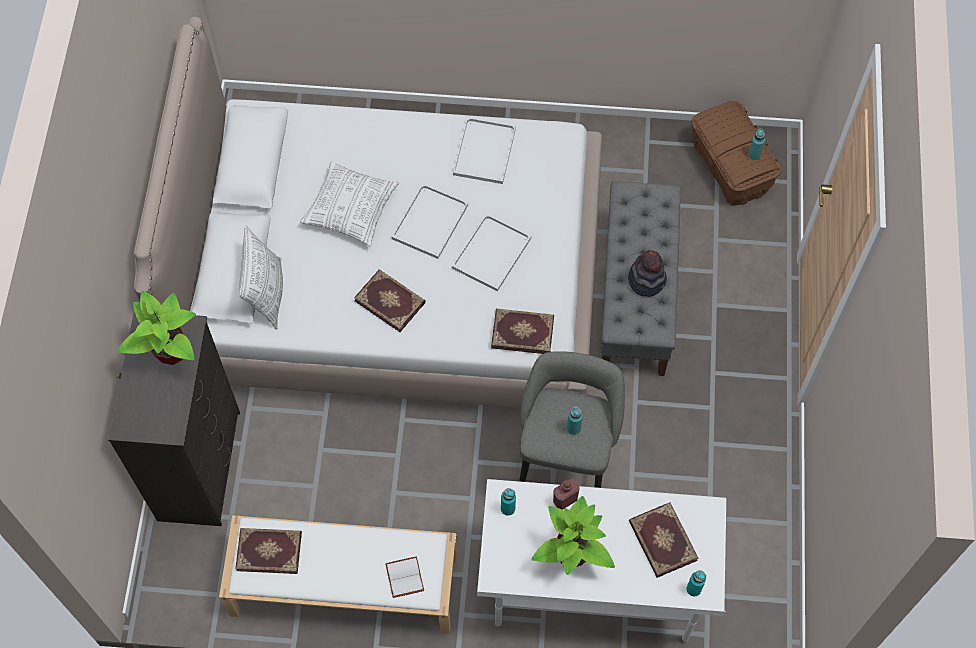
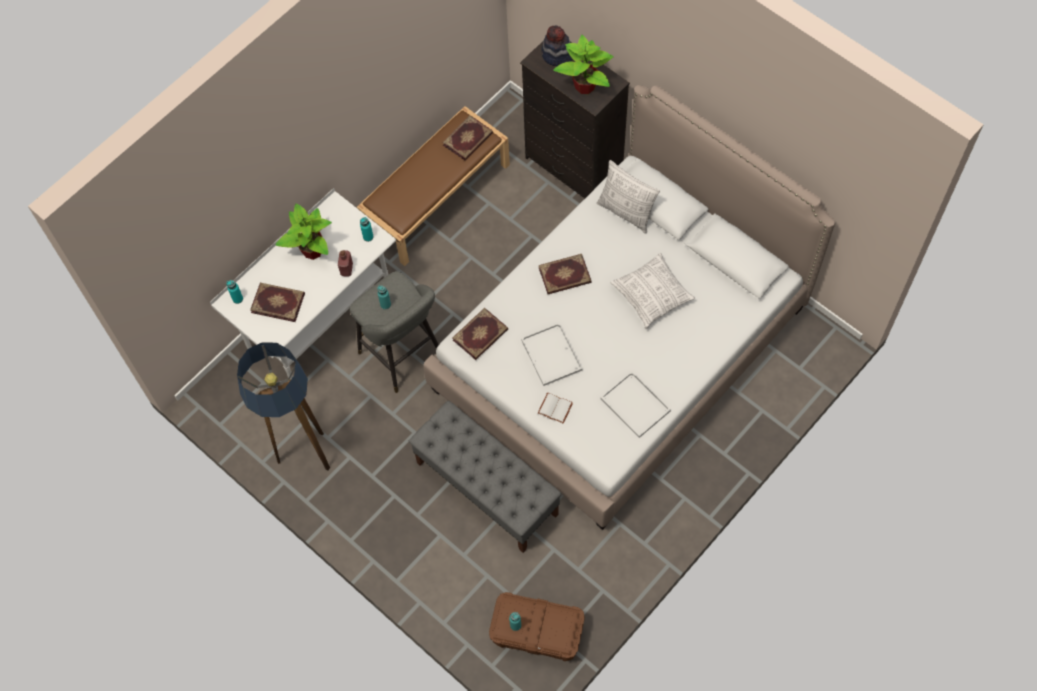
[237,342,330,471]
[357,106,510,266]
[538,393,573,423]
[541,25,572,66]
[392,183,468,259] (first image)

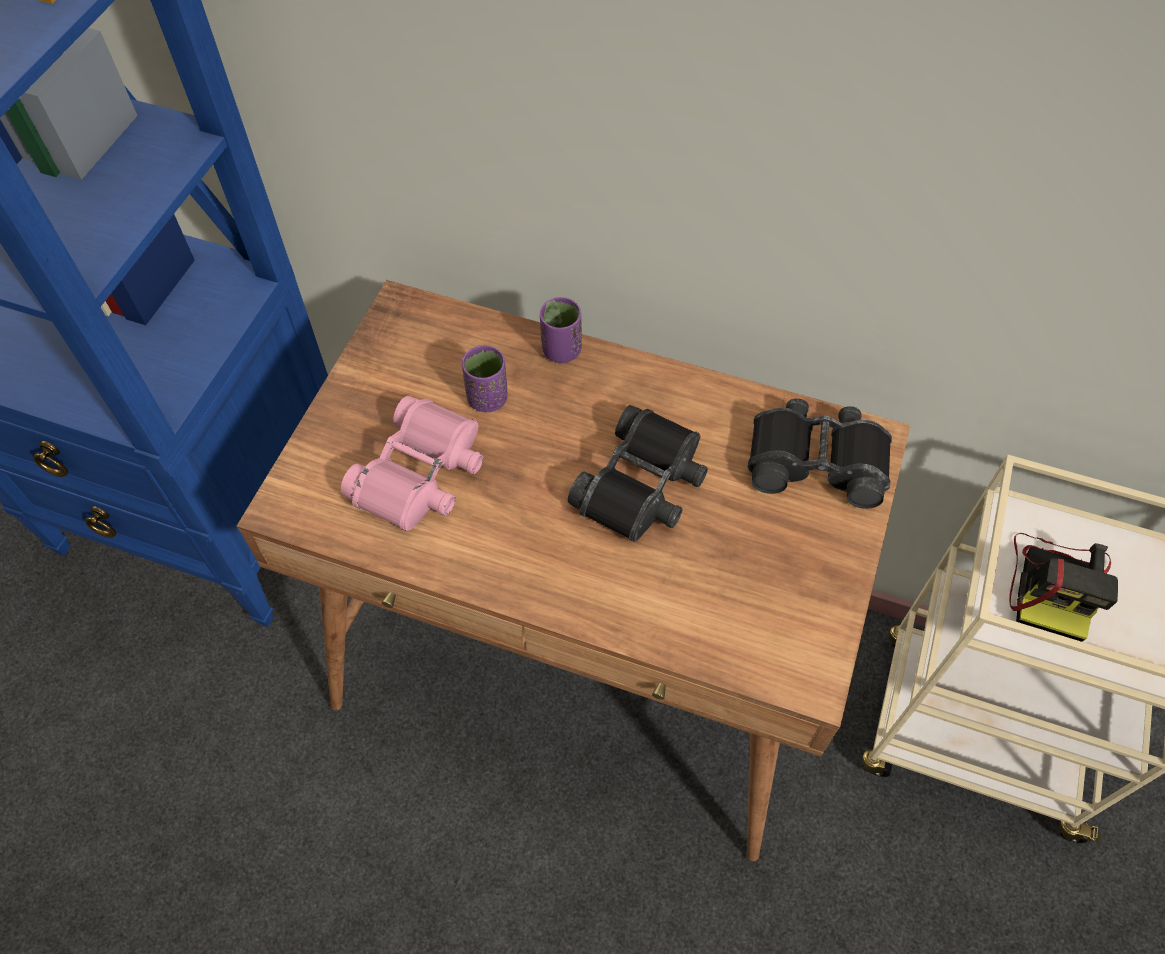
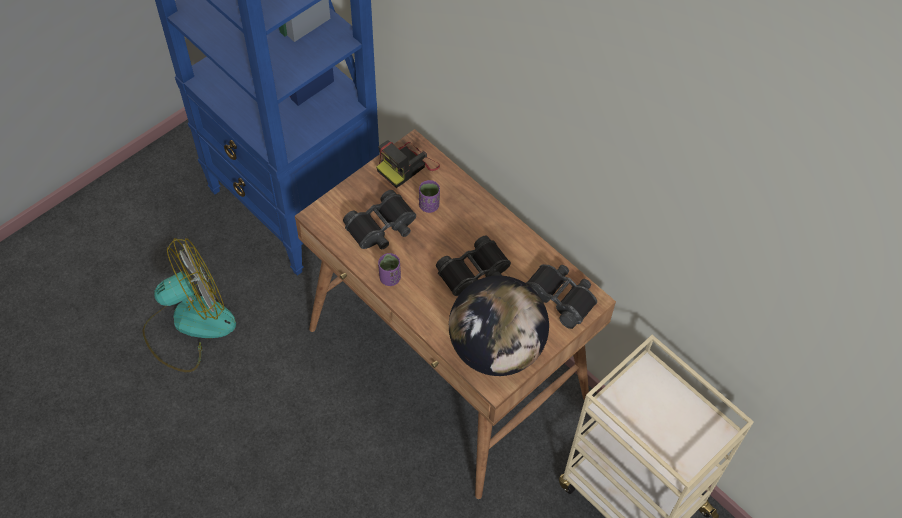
[142,238,236,372]
[343,190,416,249]
[376,141,440,188]
[378,253,401,286]
[449,275,549,376]

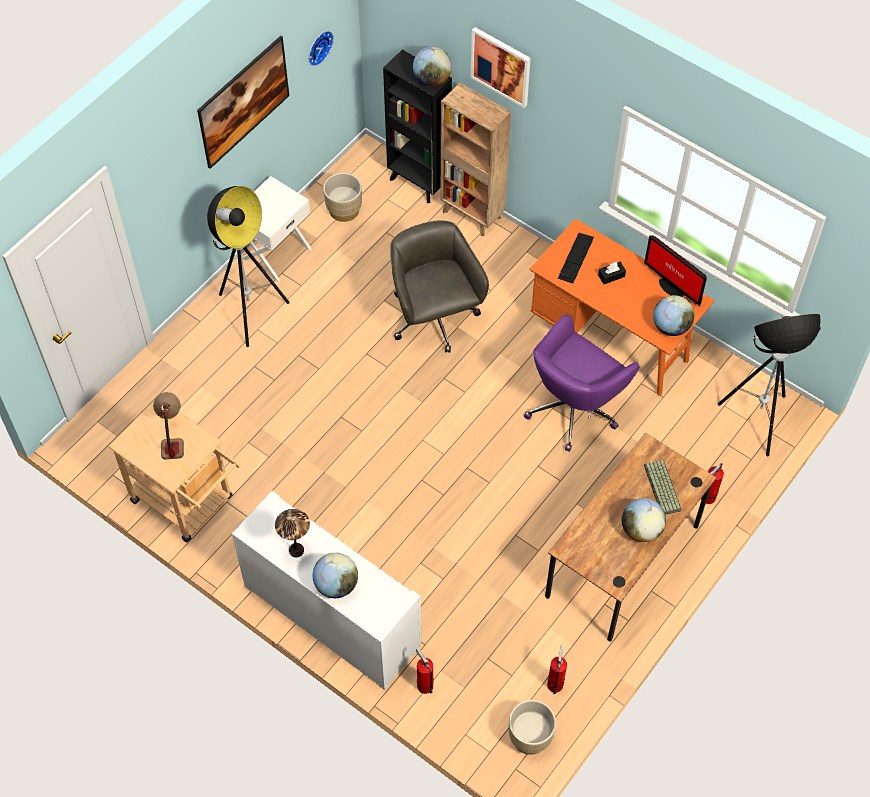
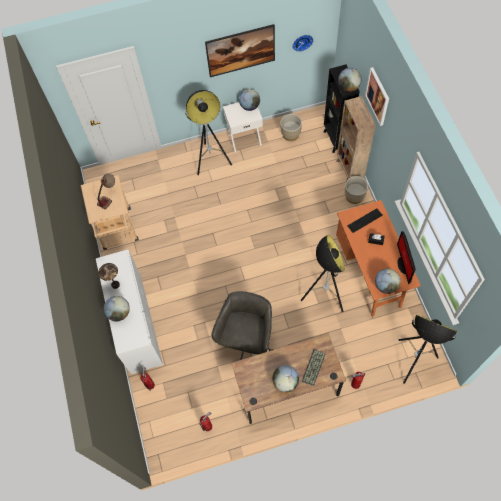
[211,291,272,360]
[239,89,260,111]
[301,235,344,312]
[345,176,368,204]

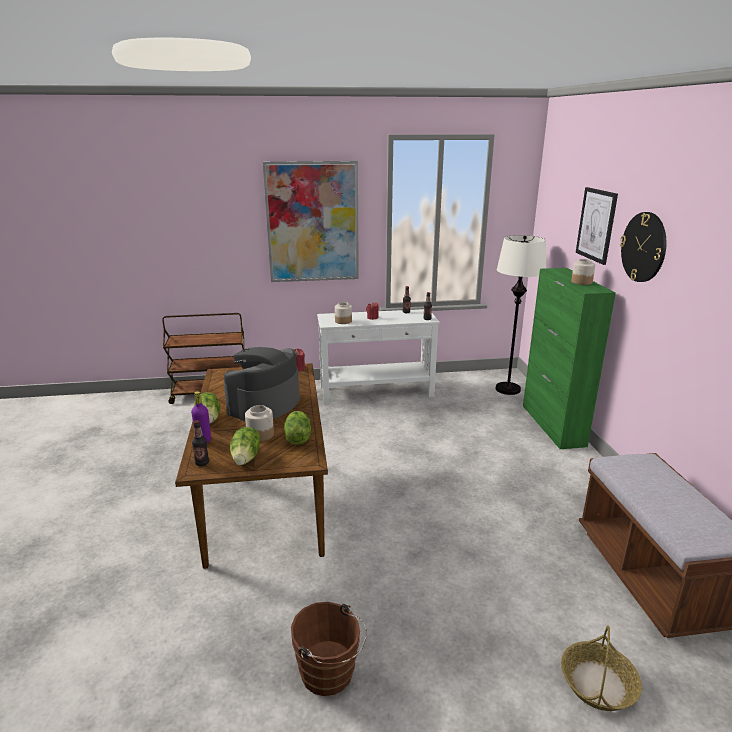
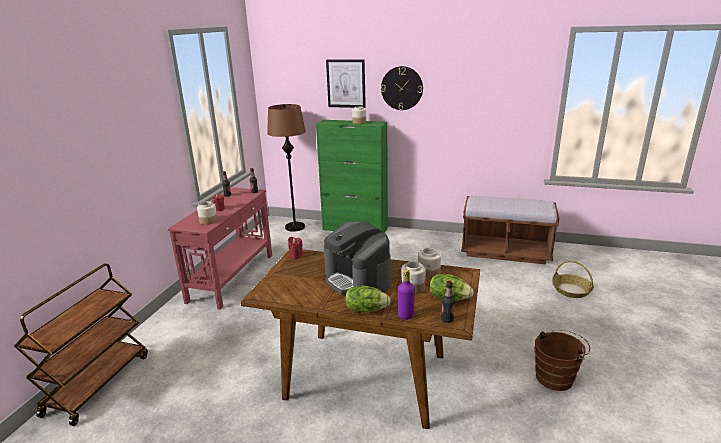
[168,188,272,309]
[267,104,306,232]
[418,248,441,279]
[263,161,359,282] (first image)

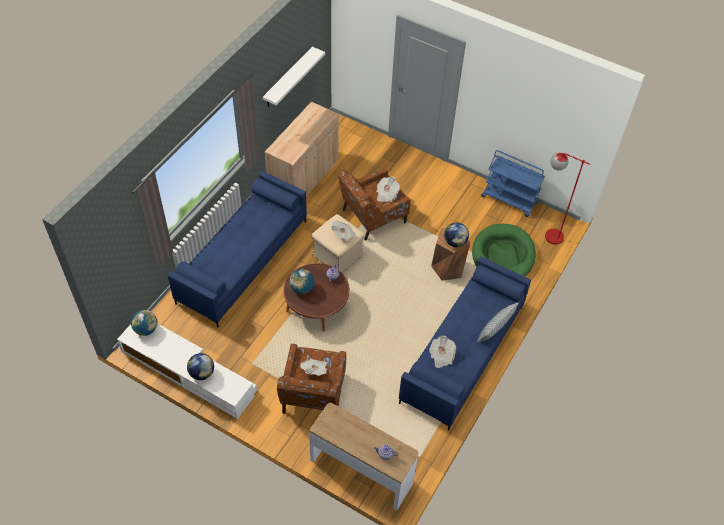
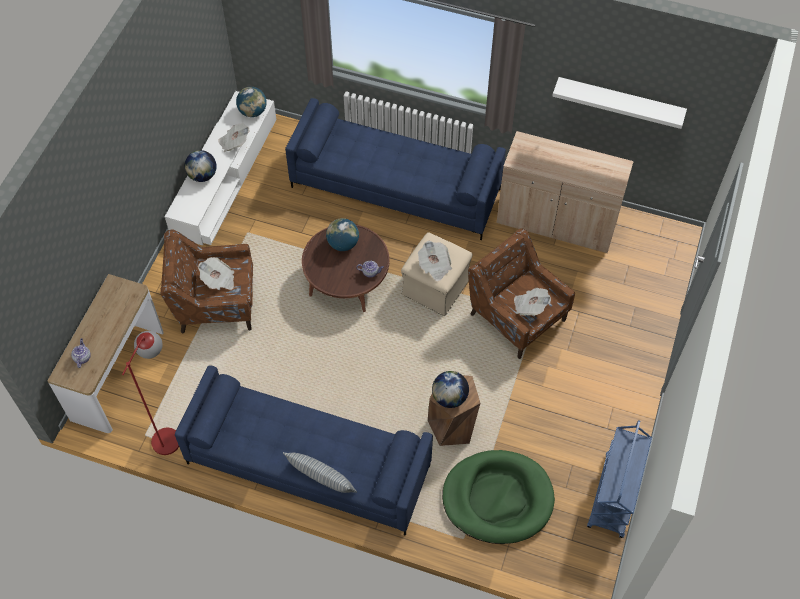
[122,331,179,455]
[218,123,250,152]

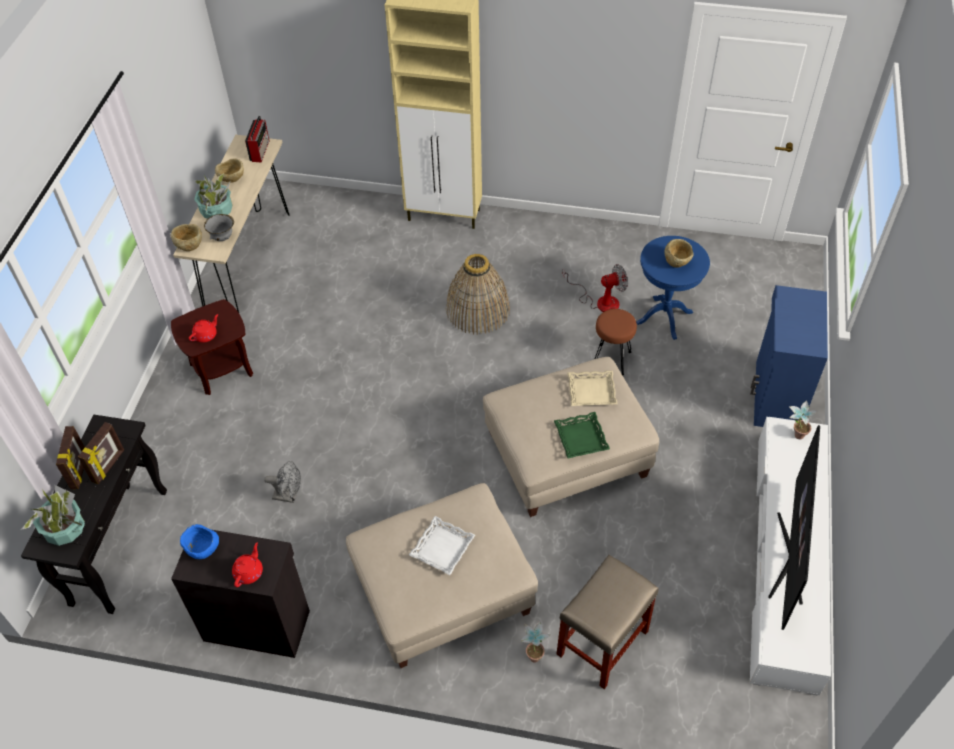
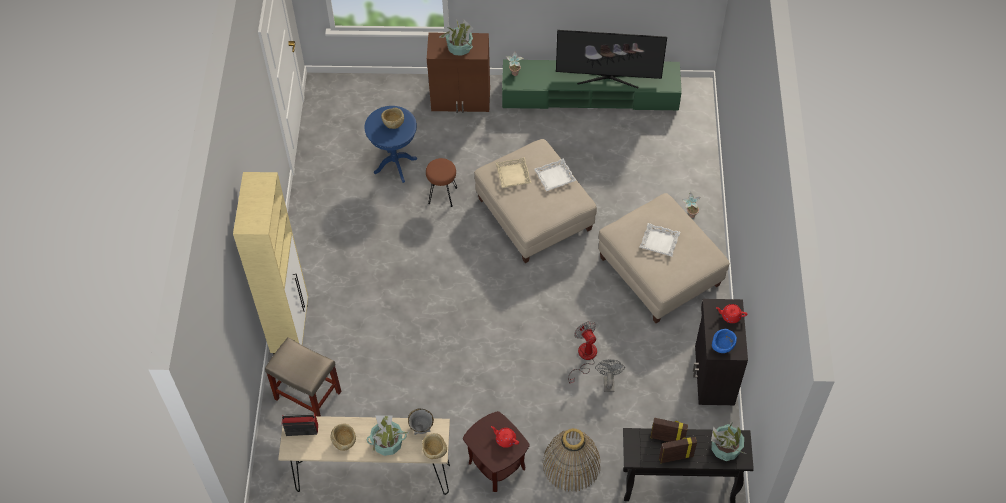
[265,337,342,416]
[427,33,490,113]
[440,20,473,56]
[502,60,682,110]
[534,158,577,191]
[542,428,601,492]
[568,321,597,384]

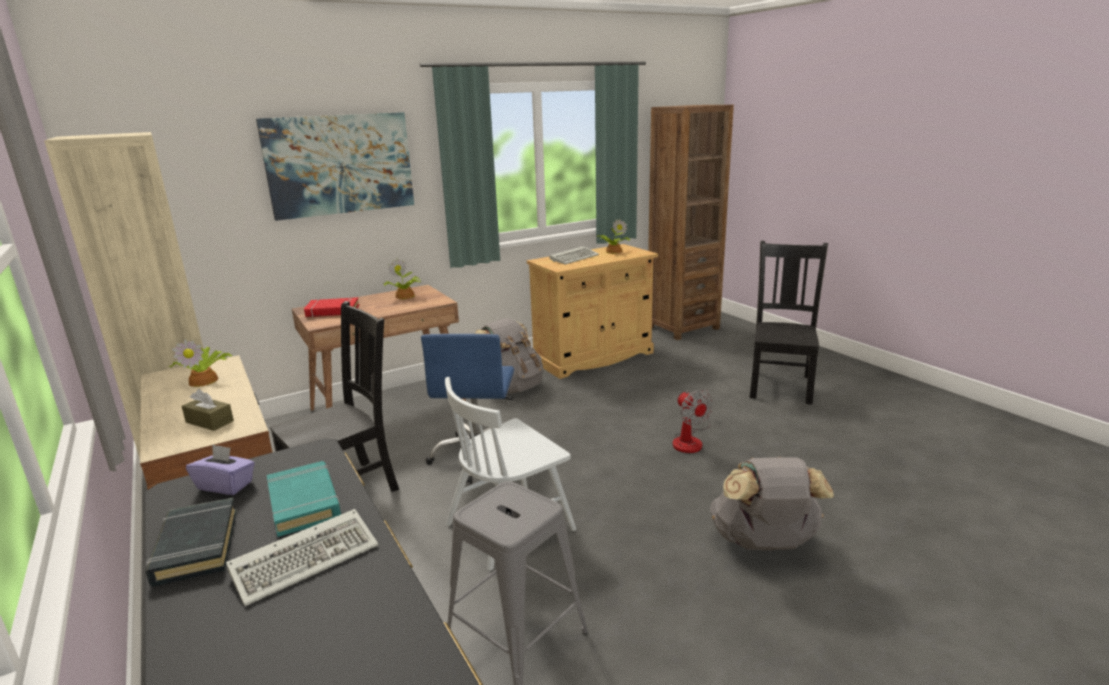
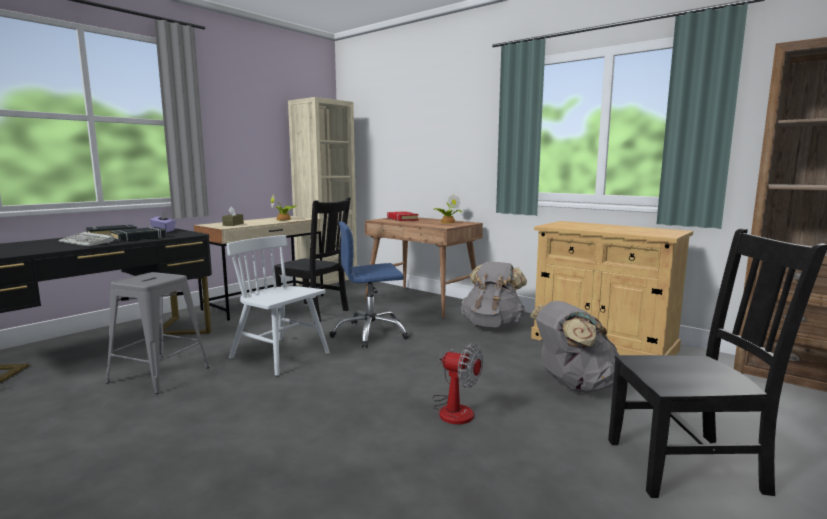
[110,227,166,242]
[432,344,483,424]
[530,301,619,393]
[256,112,414,221] (first image)
[550,246,599,264] (first image)
[596,219,630,254] (first image)

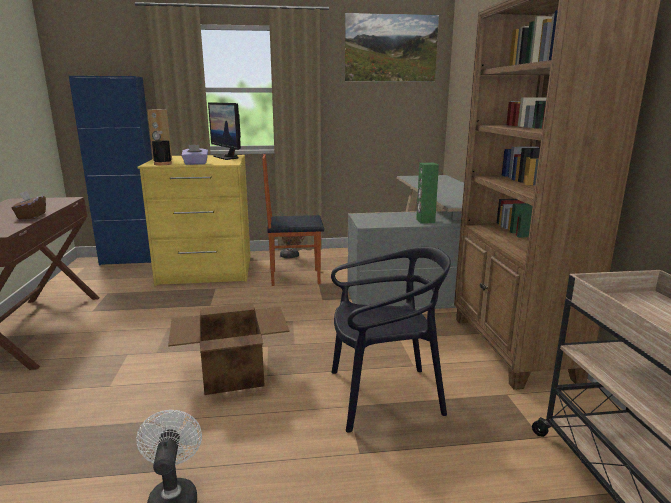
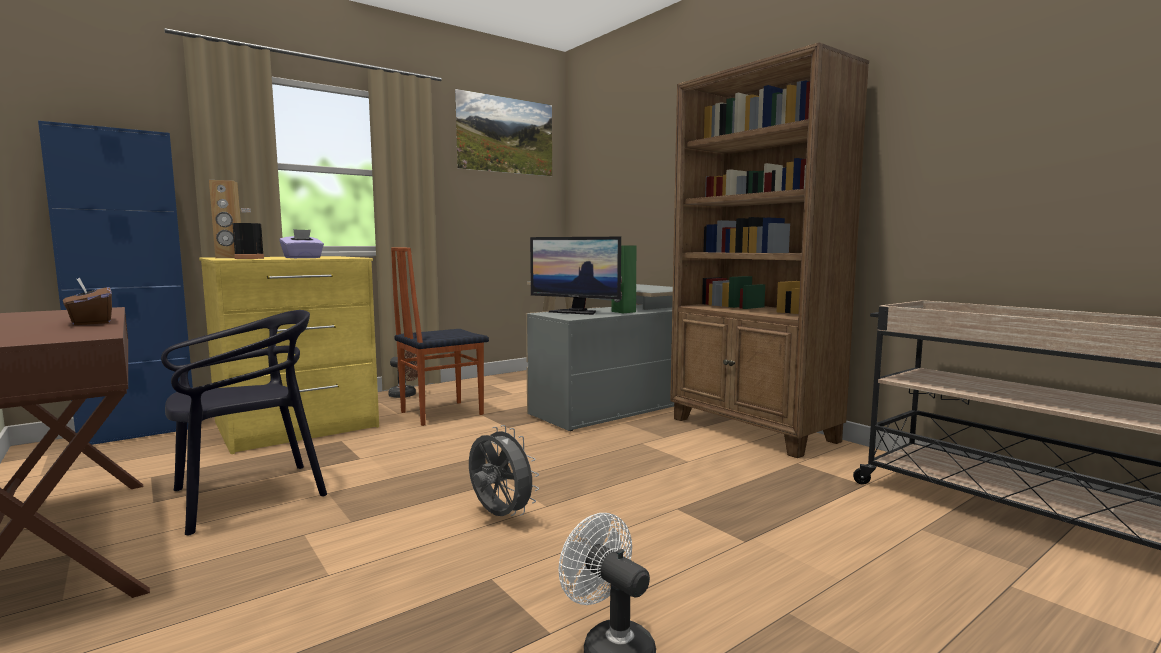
[161,310,327,535]
[469,425,539,516]
[530,237,621,315]

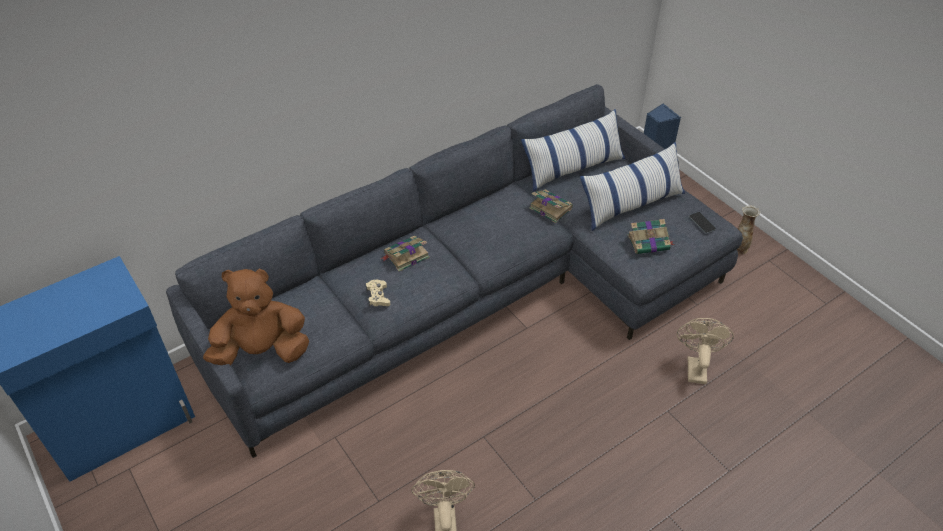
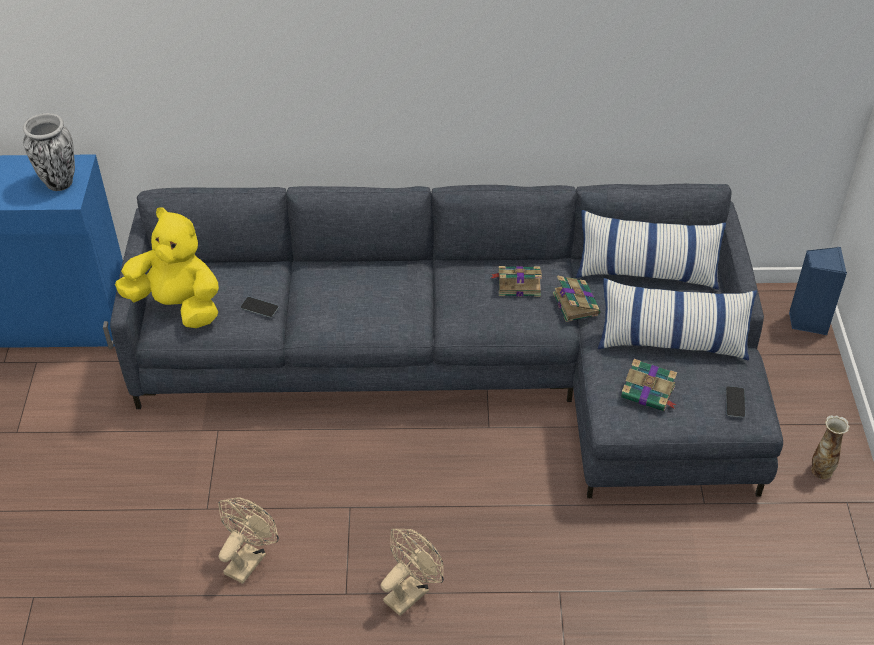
[23,113,75,191]
[115,208,219,328]
[241,297,279,318]
[381,529,444,616]
[490,266,542,297]
[366,279,390,307] (first image)

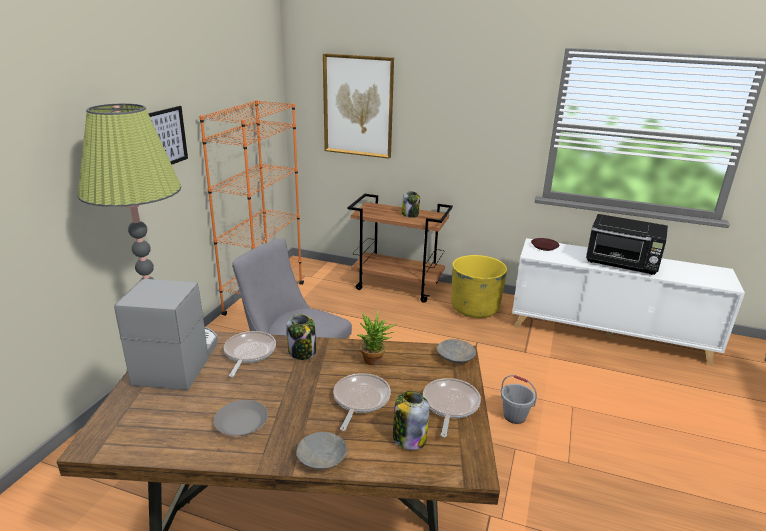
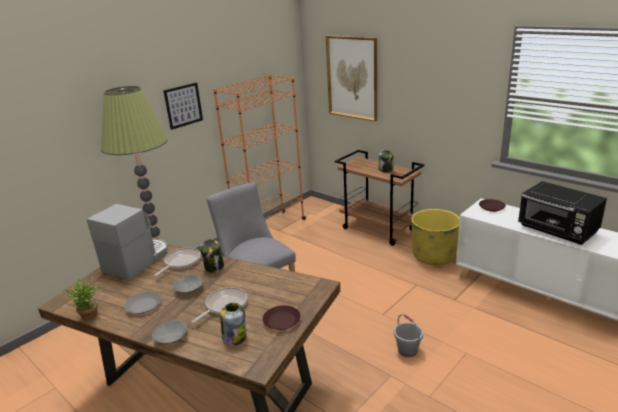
[66,276,99,321]
[173,275,203,295]
[263,305,301,330]

